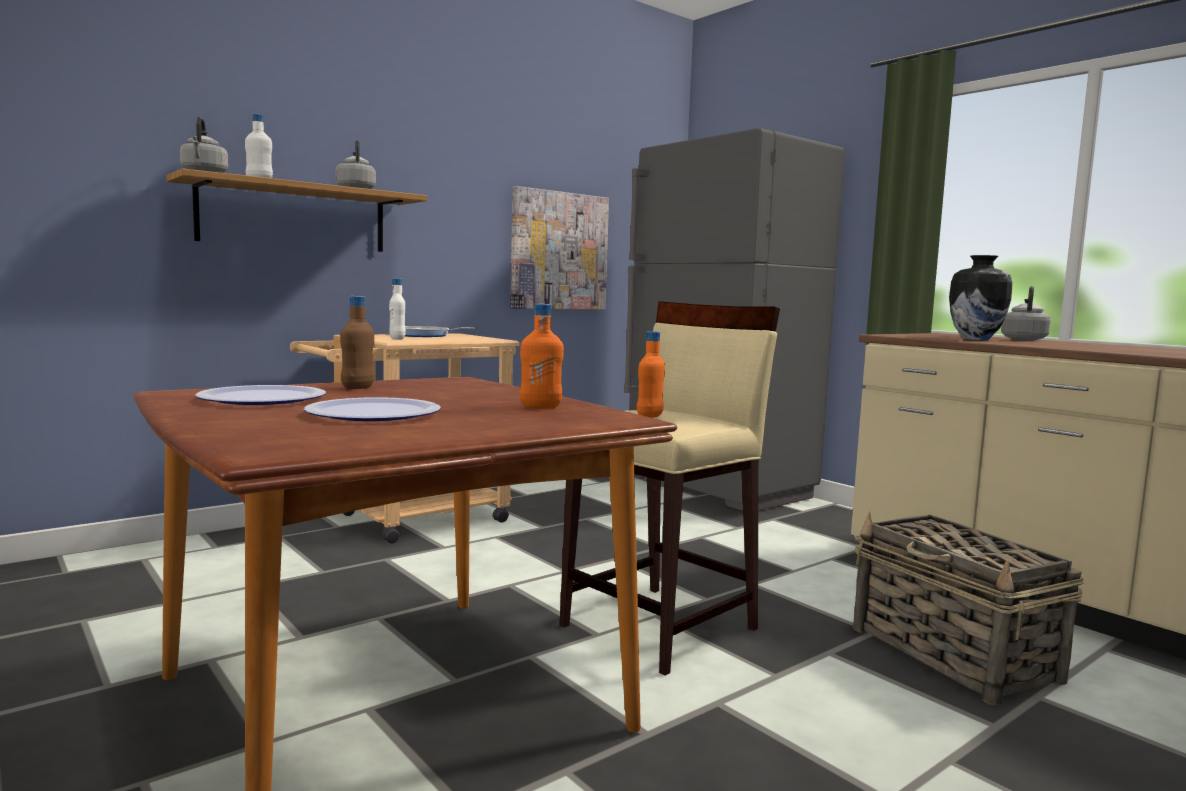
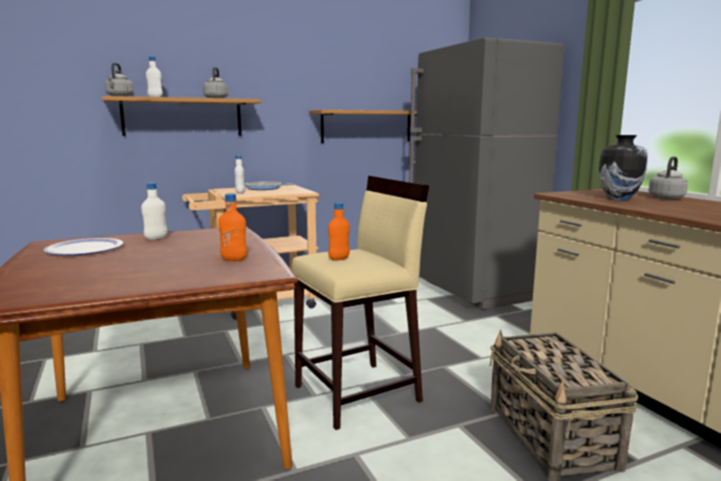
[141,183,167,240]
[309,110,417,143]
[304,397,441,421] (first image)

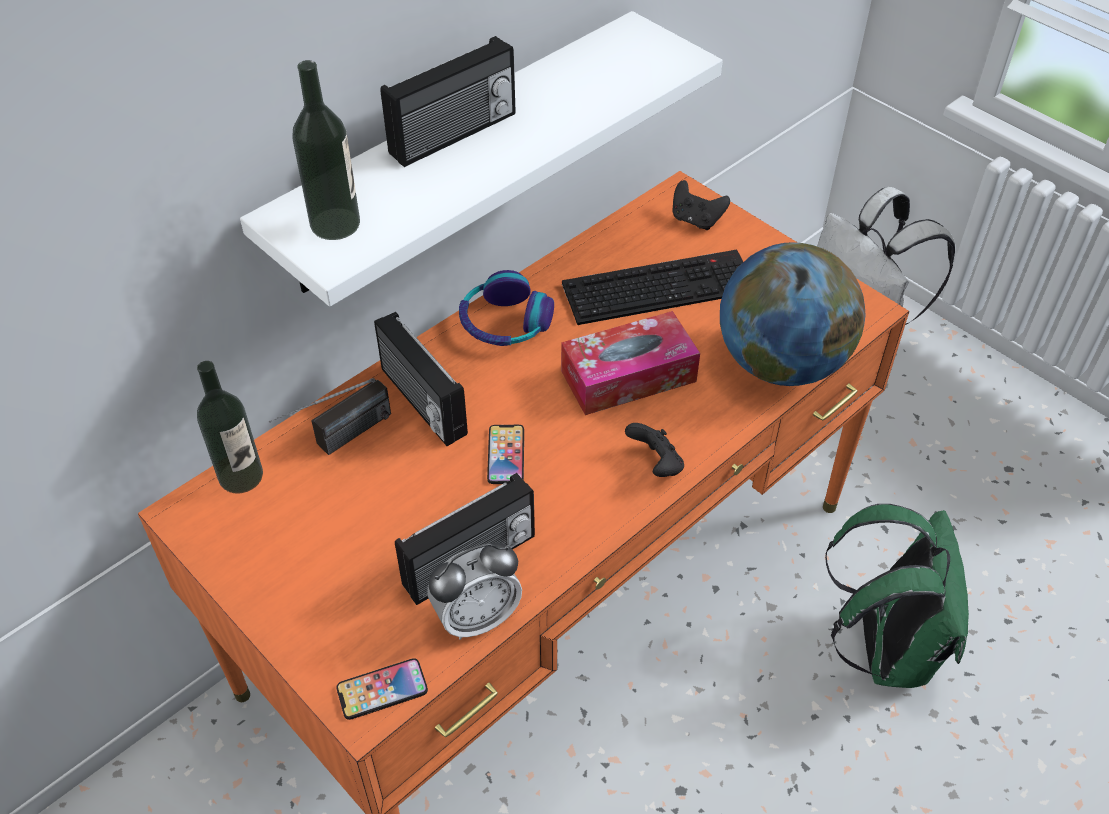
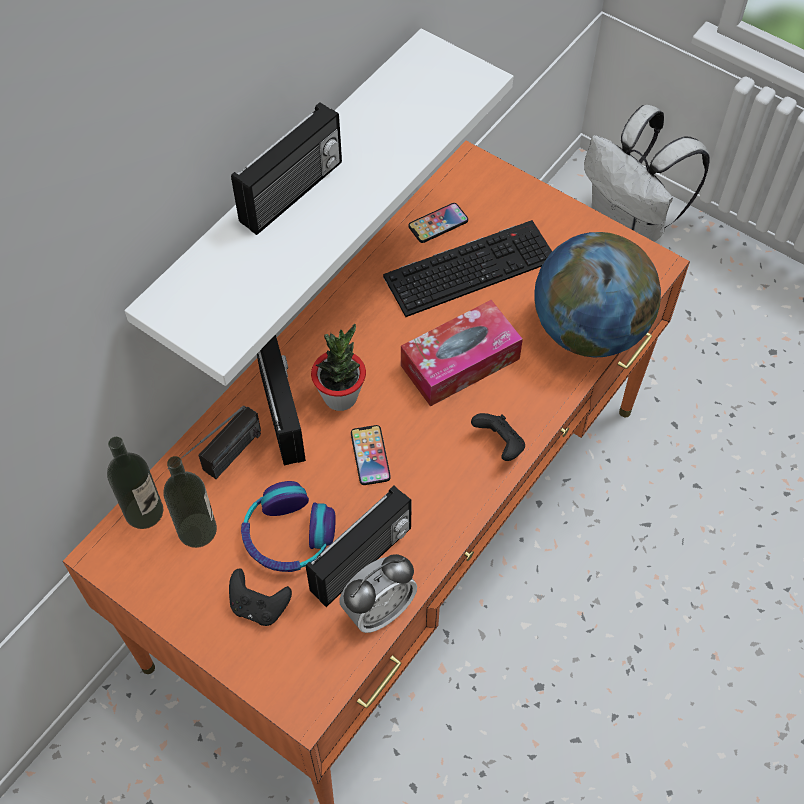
[164,456,217,548]
[229,568,292,626]
[241,481,336,572]
[257,335,306,465]
[311,324,366,411]
[409,203,468,243]
[825,504,969,688] (first image)

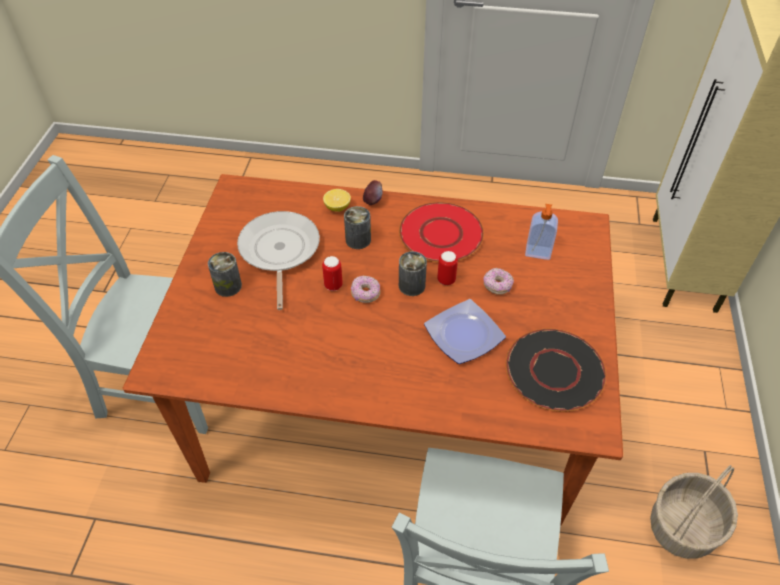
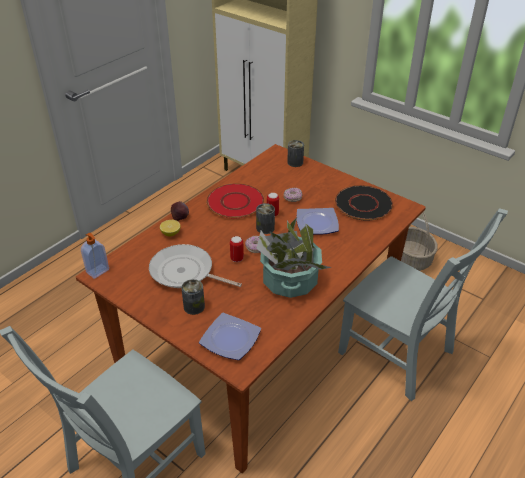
[81,232,109,279]
[199,313,261,360]
[256,218,332,298]
[287,140,304,167]

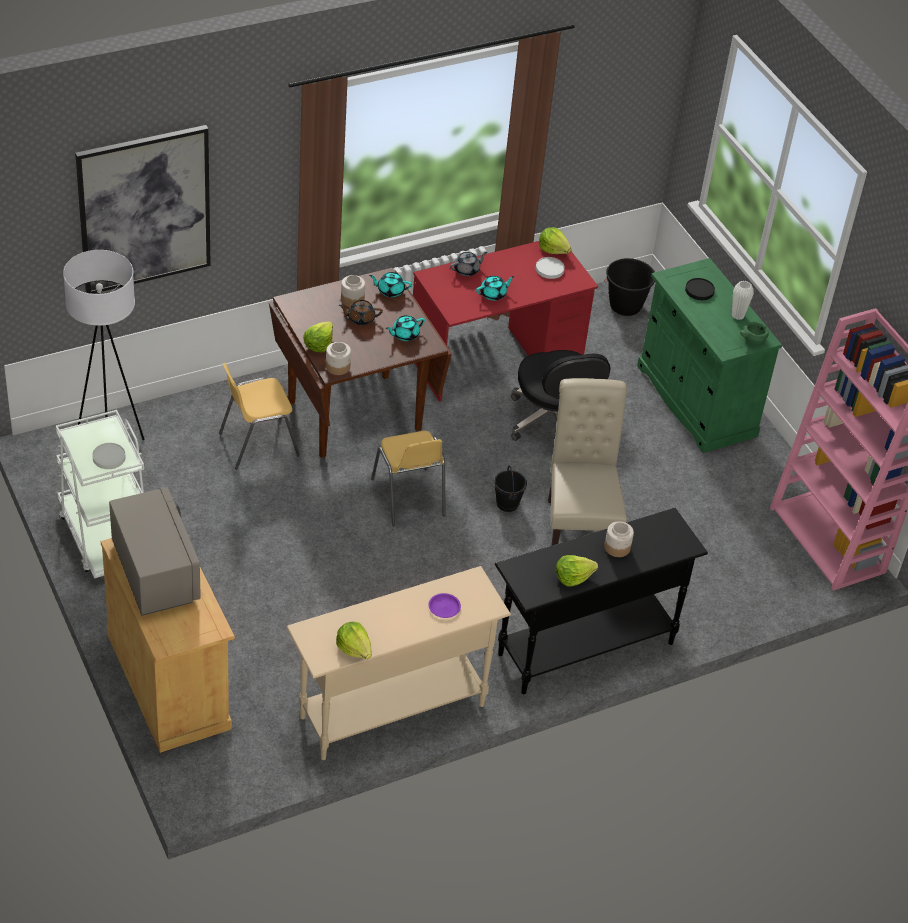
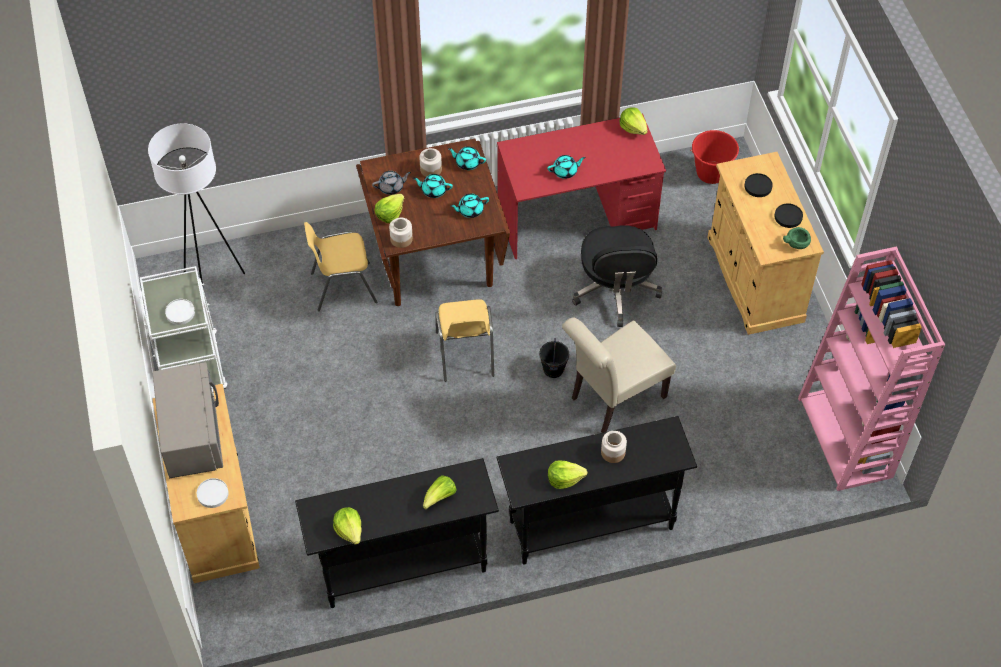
[197,478,229,508]
[295,458,499,608]
[372,171,411,195]
[413,174,453,198]
[423,475,457,509]
[562,317,676,433]
[690,130,739,184]
[707,152,824,335]
[774,203,803,228]
[75,125,211,294] (first image)

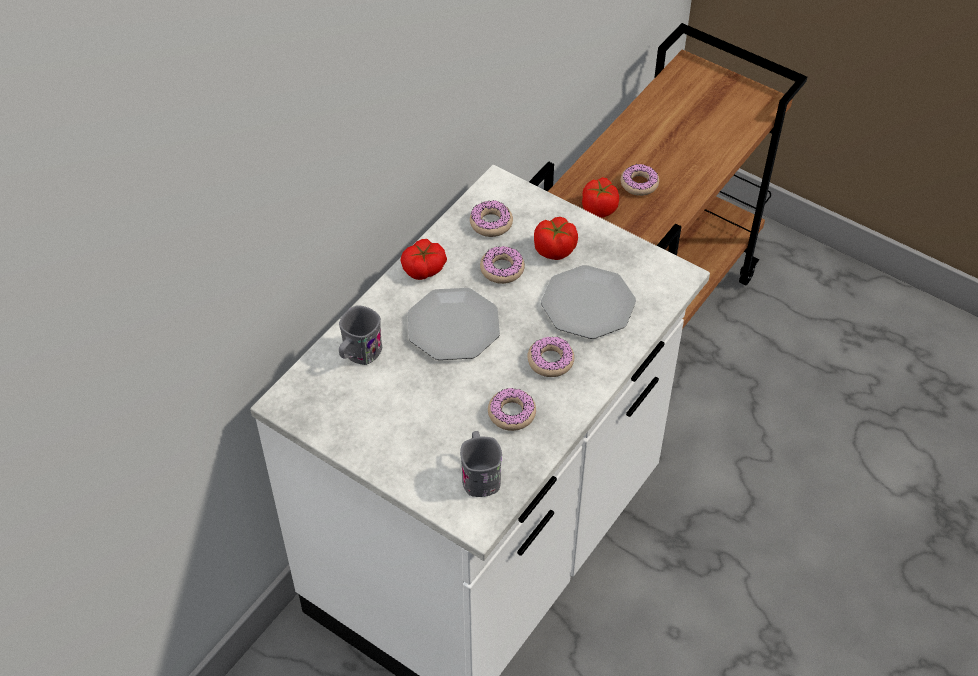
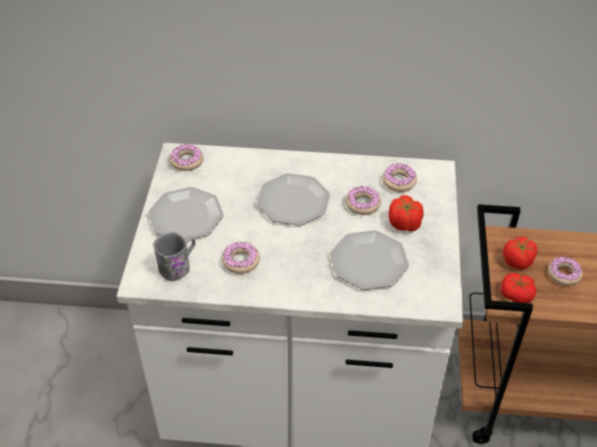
[148,187,224,239]
[170,144,204,171]
[501,273,536,303]
[339,305,382,365] (first image)

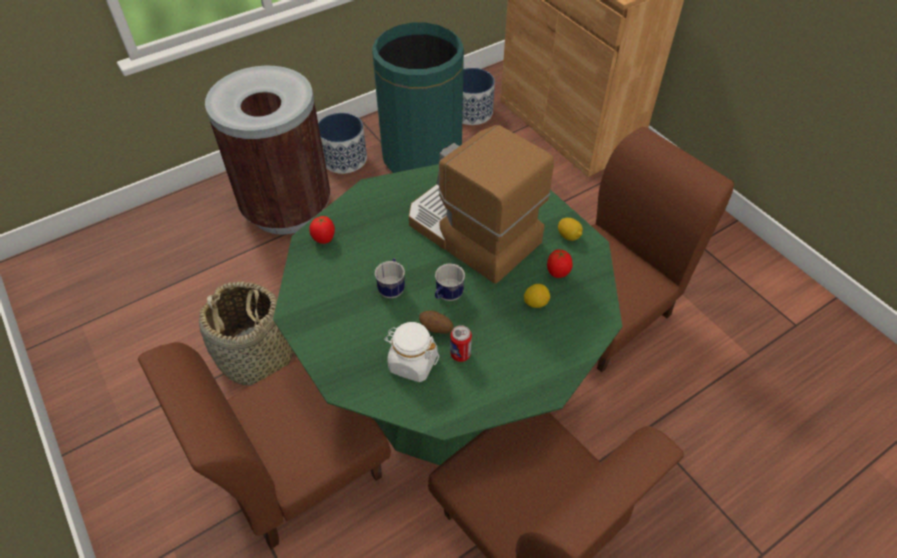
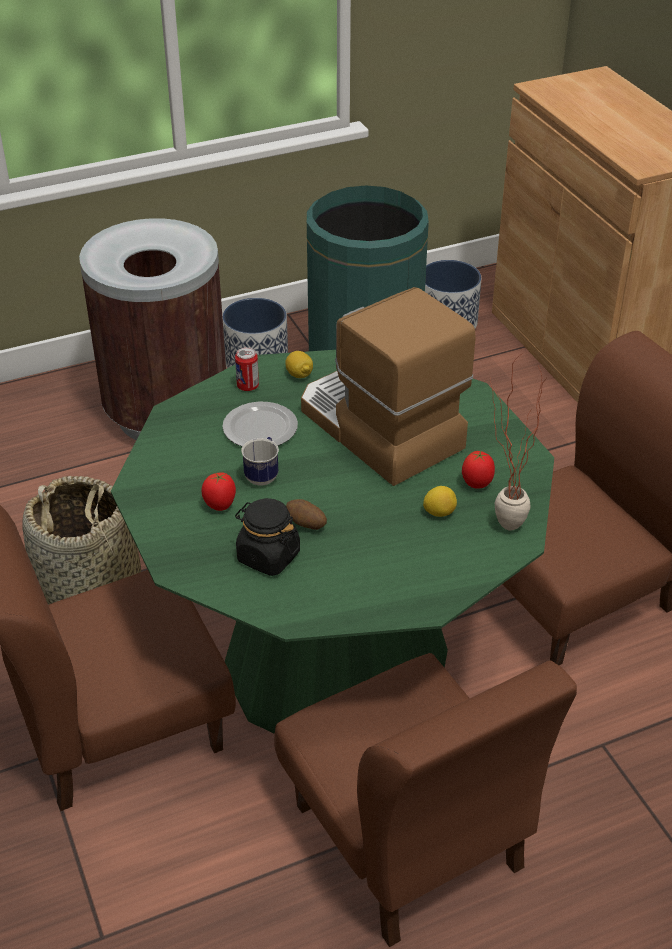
[201,472,236,511]
[223,402,298,447]
[235,347,259,391]
[235,498,300,576]
[285,351,313,378]
[490,353,547,531]
[435,264,465,301] (first image)

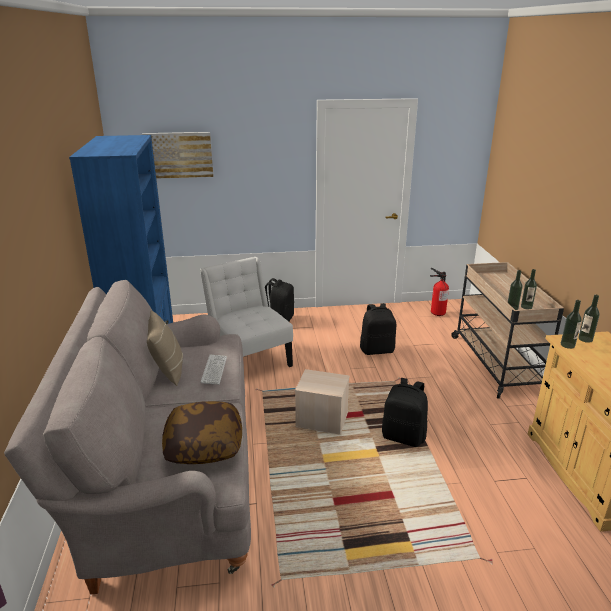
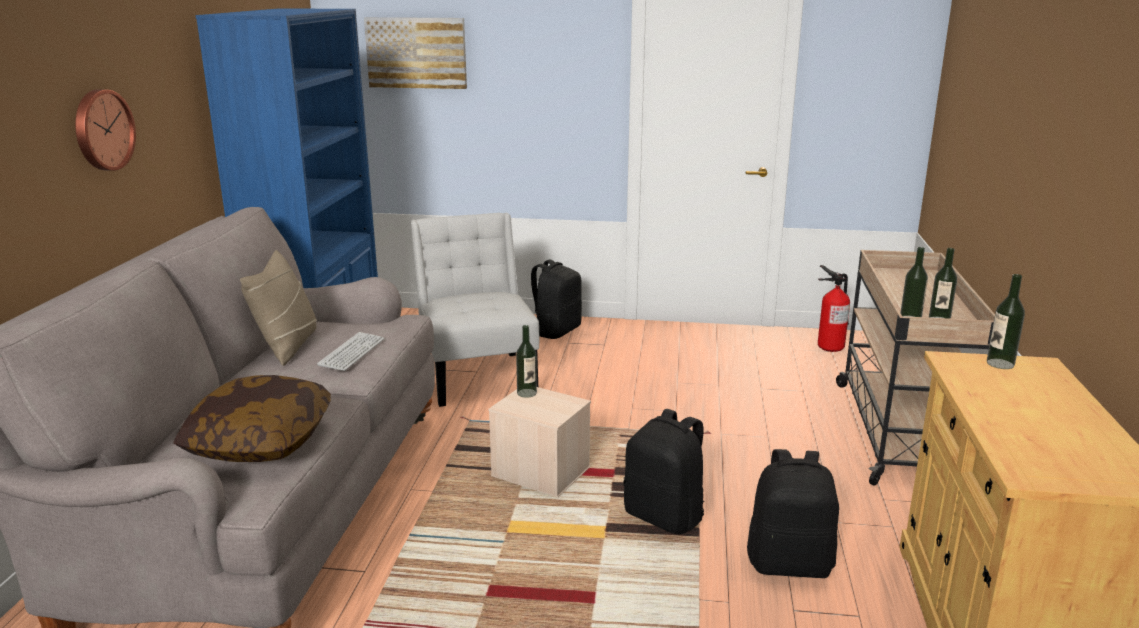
[75,89,136,171]
[516,325,537,398]
[747,449,839,578]

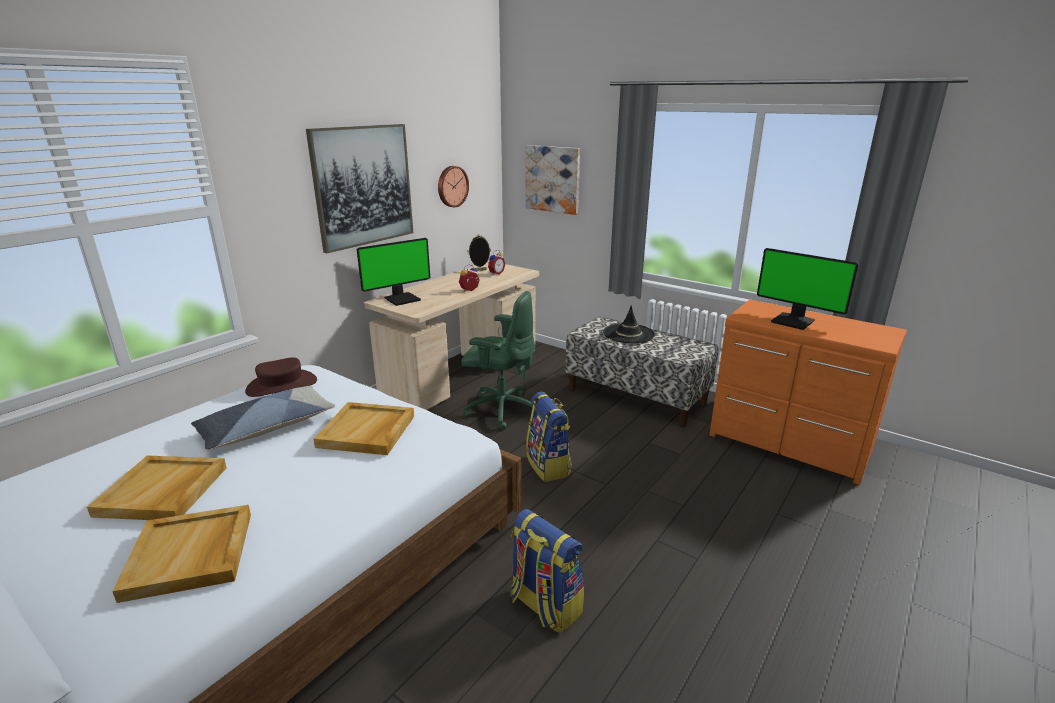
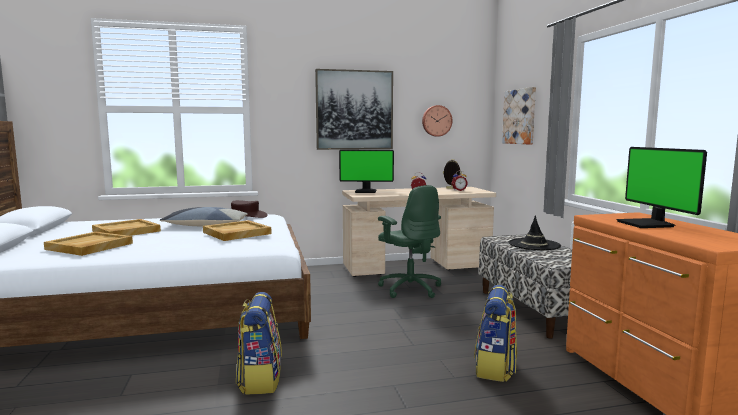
[474,285,517,382]

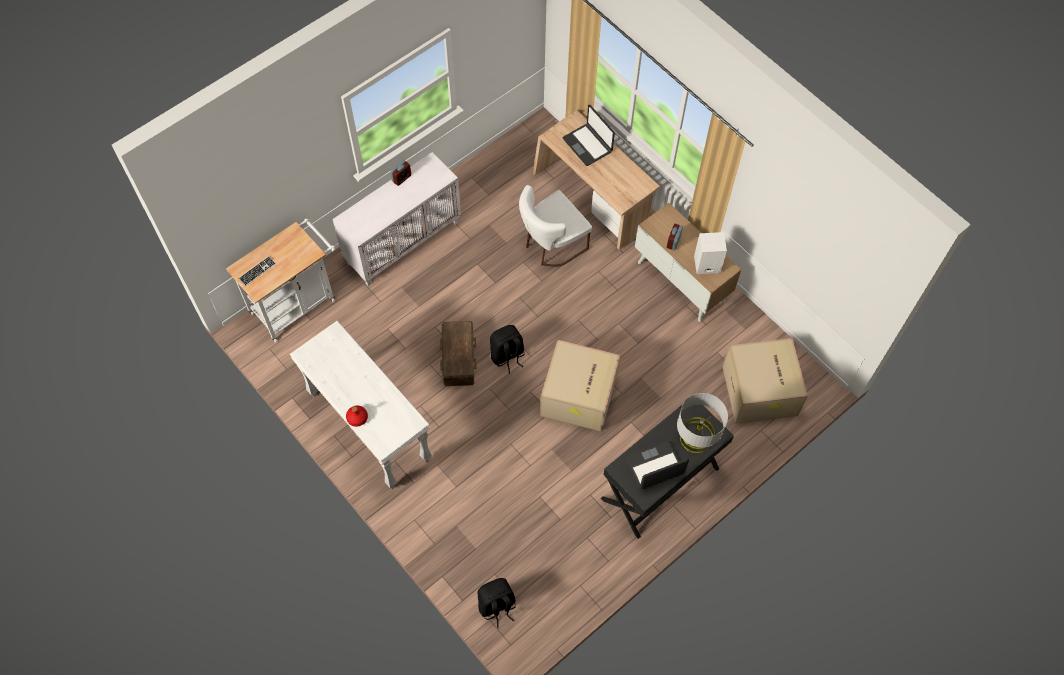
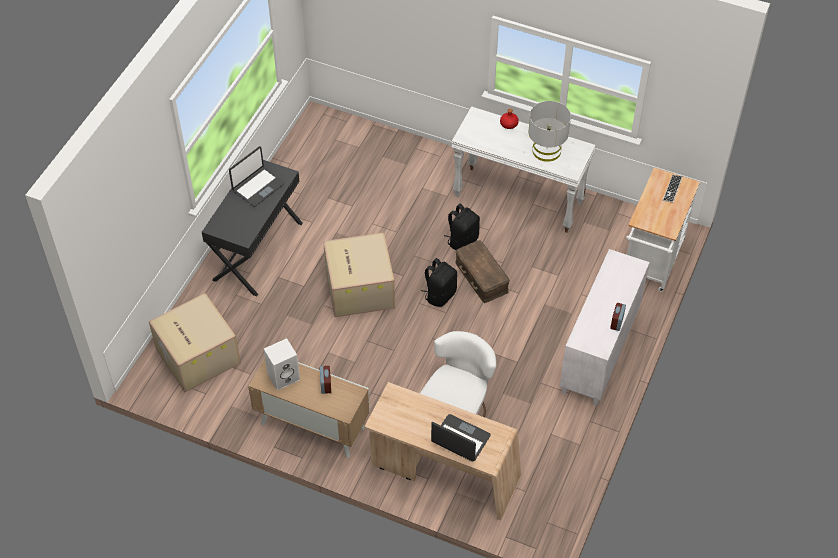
[444,204,480,250]
[528,101,571,162]

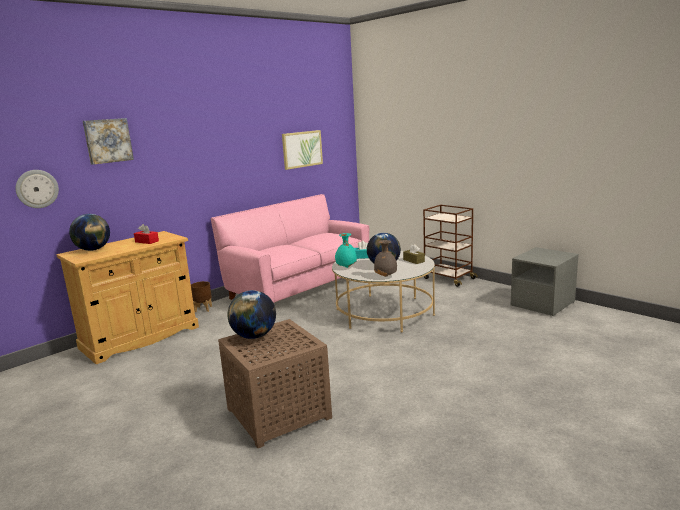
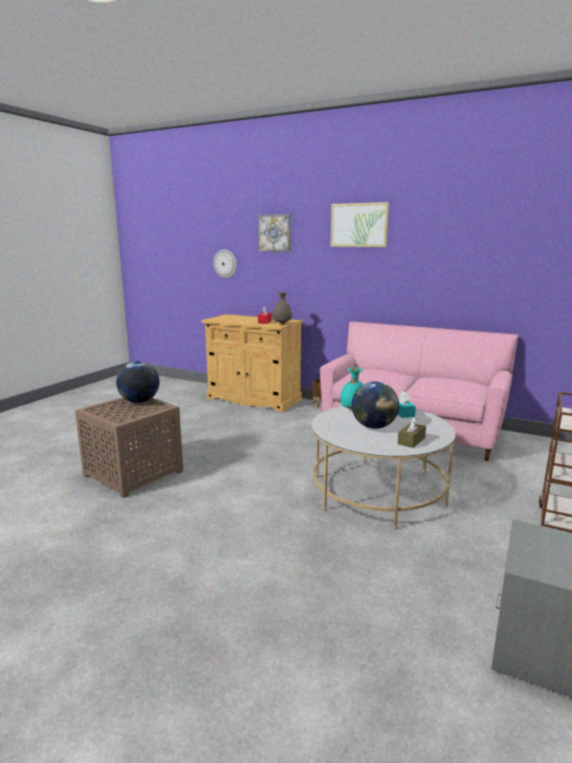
[272,292,292,324]
[331,202,389,247]
[69,214,110,251] (first image)

